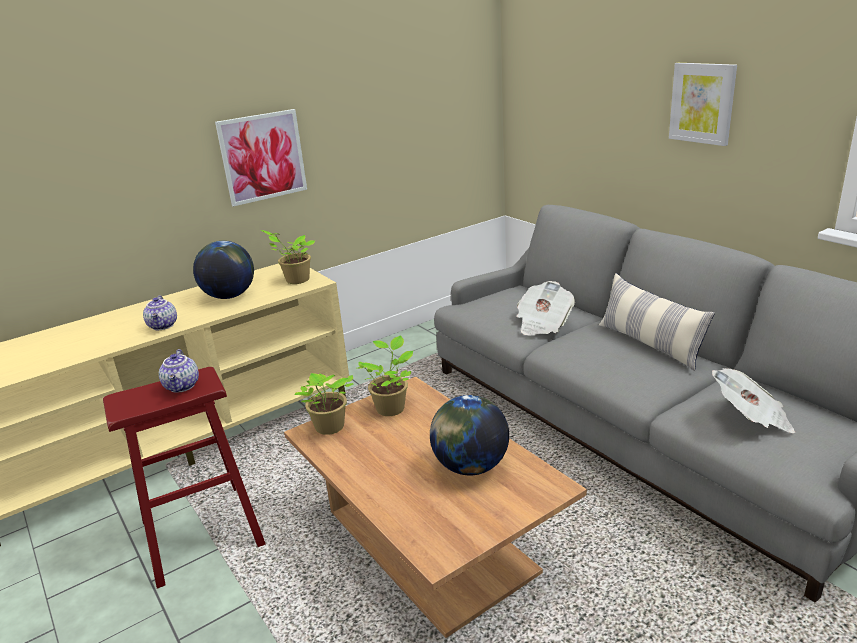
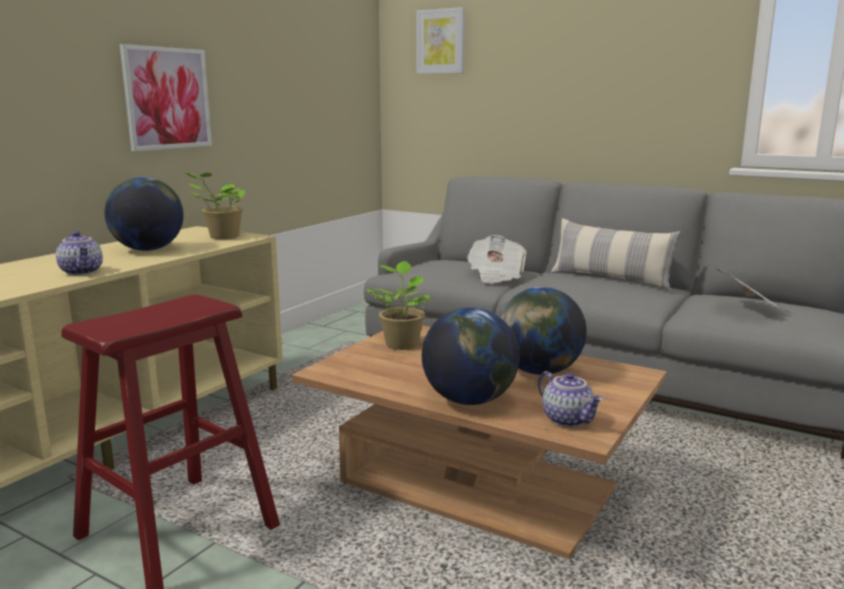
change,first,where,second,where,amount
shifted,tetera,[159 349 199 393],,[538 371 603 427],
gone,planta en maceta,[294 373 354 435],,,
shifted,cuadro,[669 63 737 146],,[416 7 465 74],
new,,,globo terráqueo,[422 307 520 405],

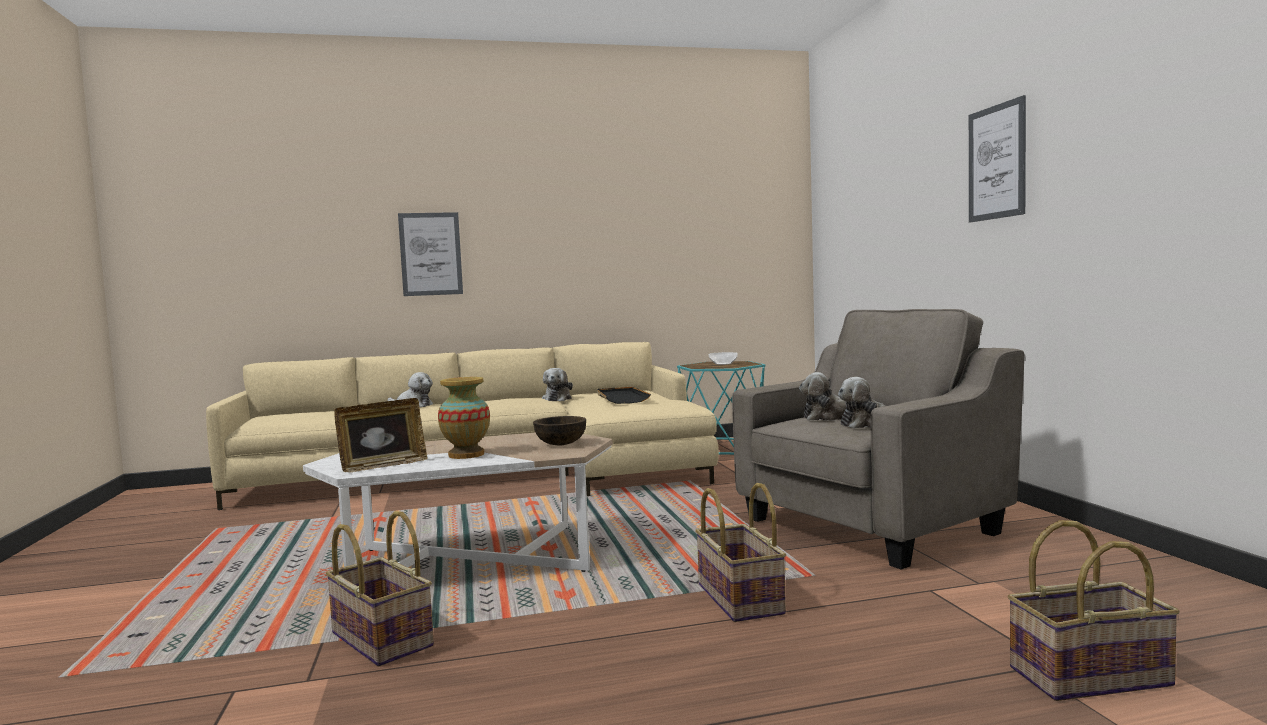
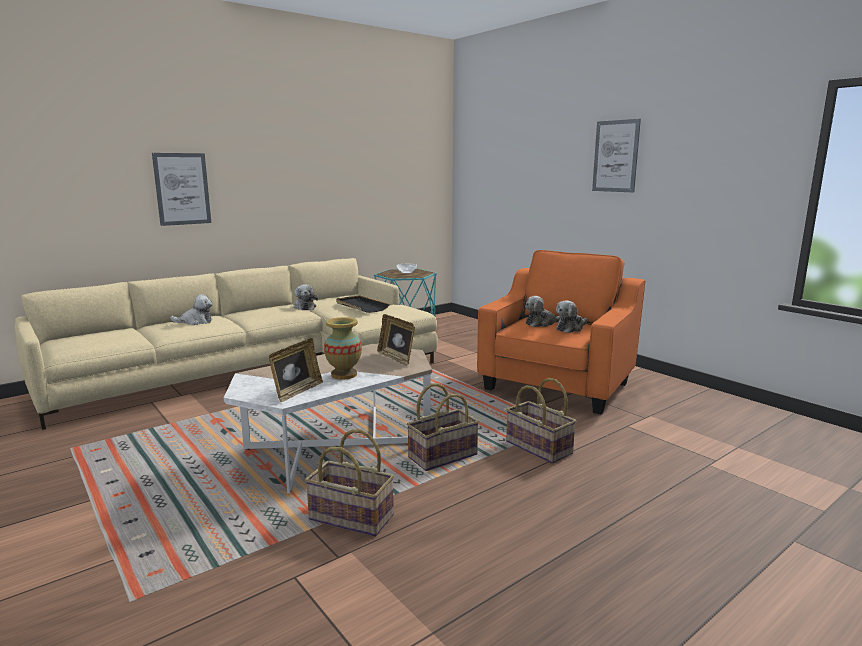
change,first,where,second,where,amount
swapped,cuenco (marrón),[533 416 586 446],portarretratos,[377 314 415 366],
repainted,sillón (gris),[732 309 1025 570],sillón (naranja),[477 250 645 414],
shifted,cesta,[1008 520 1180 701],,[407 383 479 471],

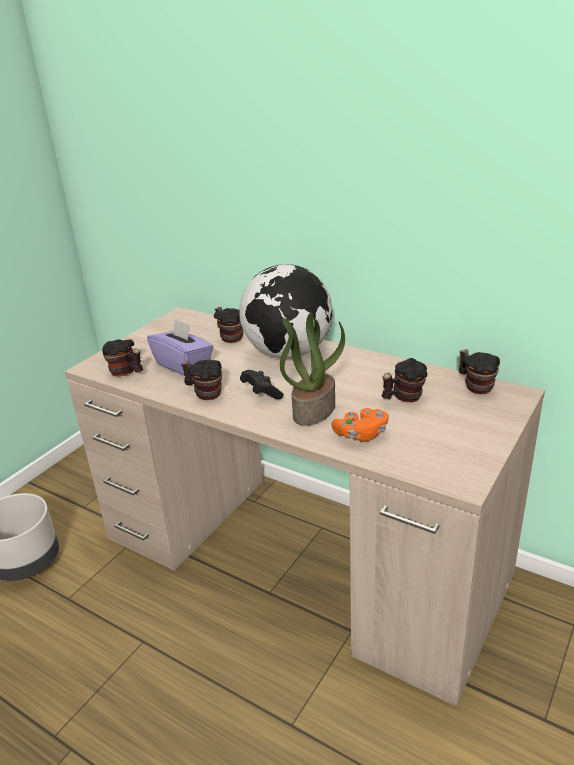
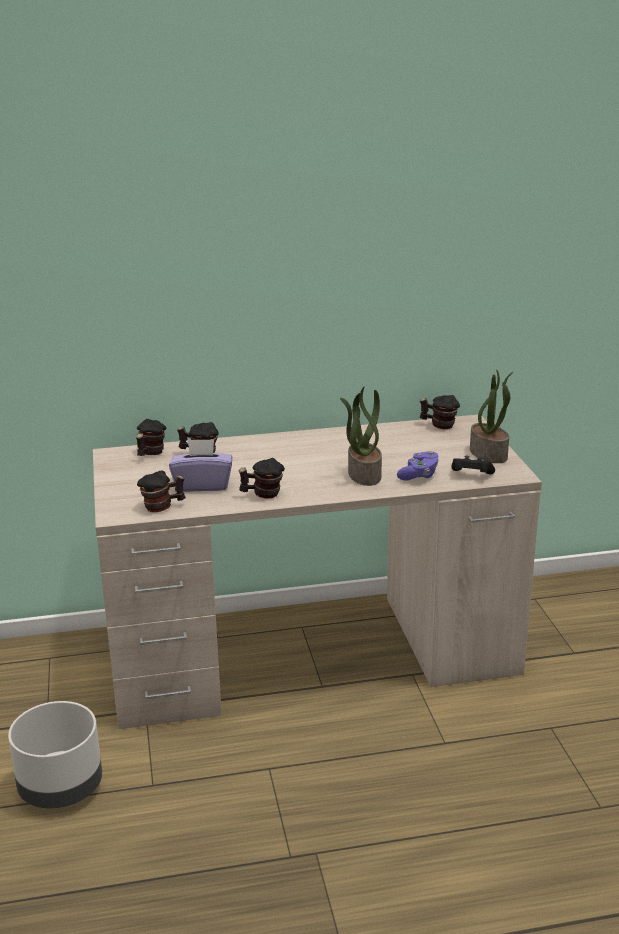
change,first,where,second,where,amount
gone,globo terráqueo,[239 264 333 359],,,
shifted,mando de consola (negro),[240 370 284 399],,[451 456 495 474],
repainted,mando de consola (naranja),[331 408 389 442],mando de consola (morado),[397 451 439 481],
shifted,taza grande,[382 358 427 402],,[136 419 166 456],
new,,,planta en maceta,[470 370 514 463],

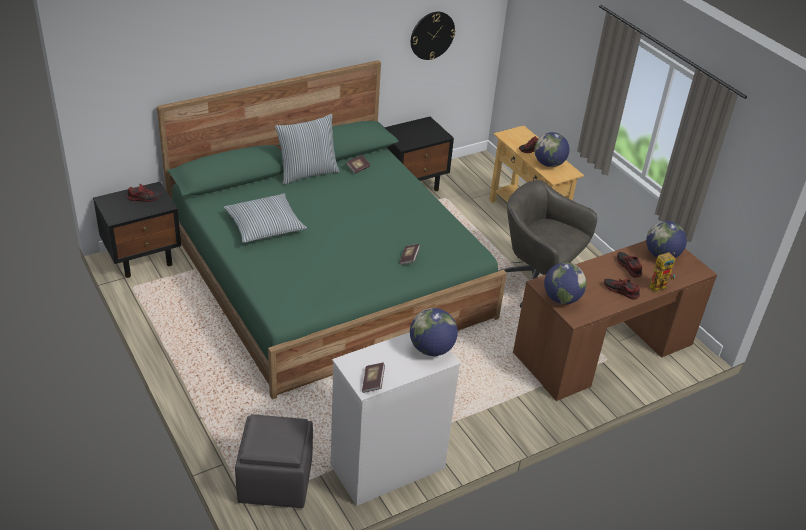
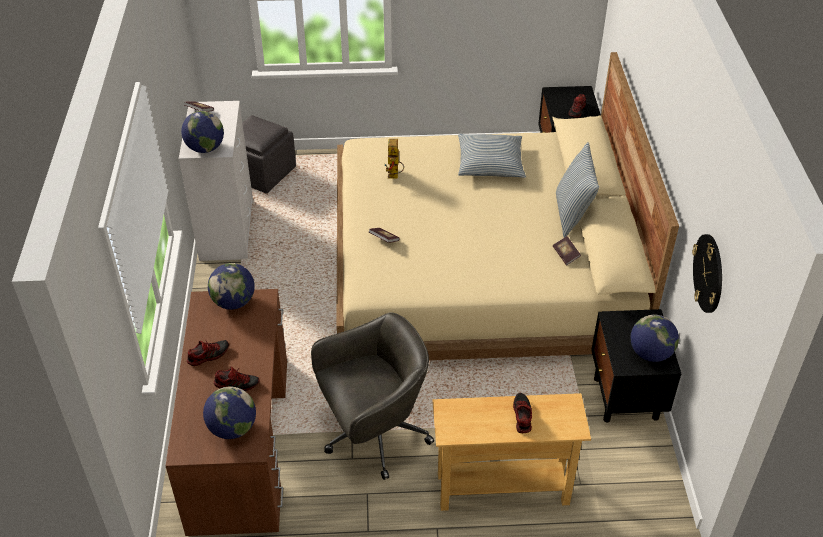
change,first,where,second,where,amount
repainted,cama (verde),[157 60 507 400],cama (beis),[336 52 679 360],
shifted,globo terráqueo,[535 132 569 167],,[630 315 679 362],
shifted,robot de juguete,[649 252 676 293],,[384 139 404 179],

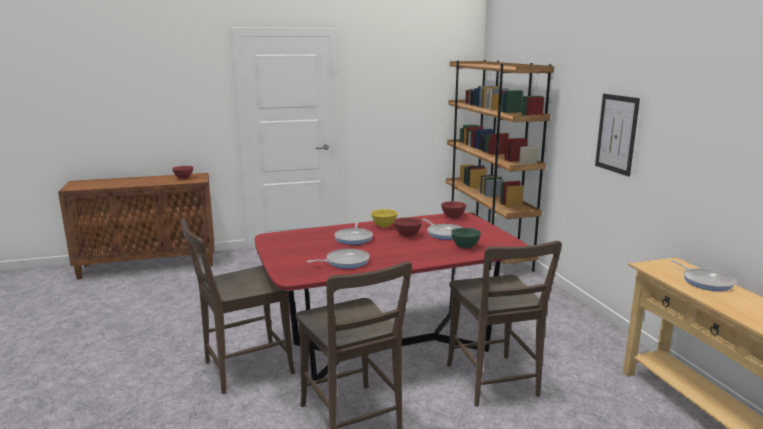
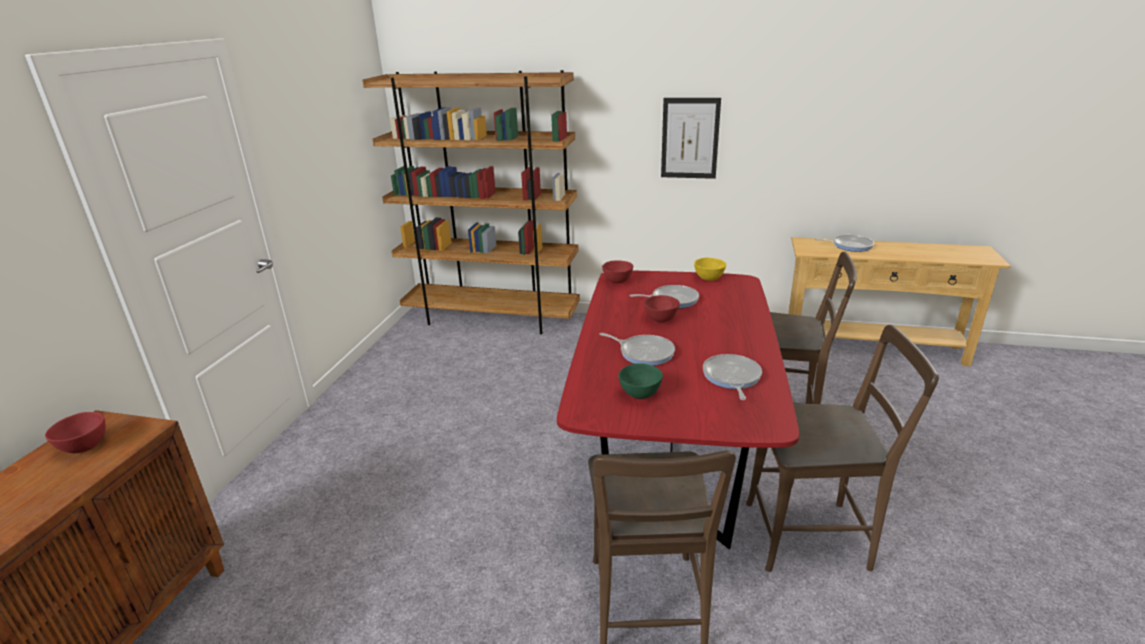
change,first,where,second,where,amount
shifted,cuenco (amarillo),[371 209 397 228],,[694 258 726 281],
shifted,cuenco (verde),[451 228 481 248],,[618 363 663 399],

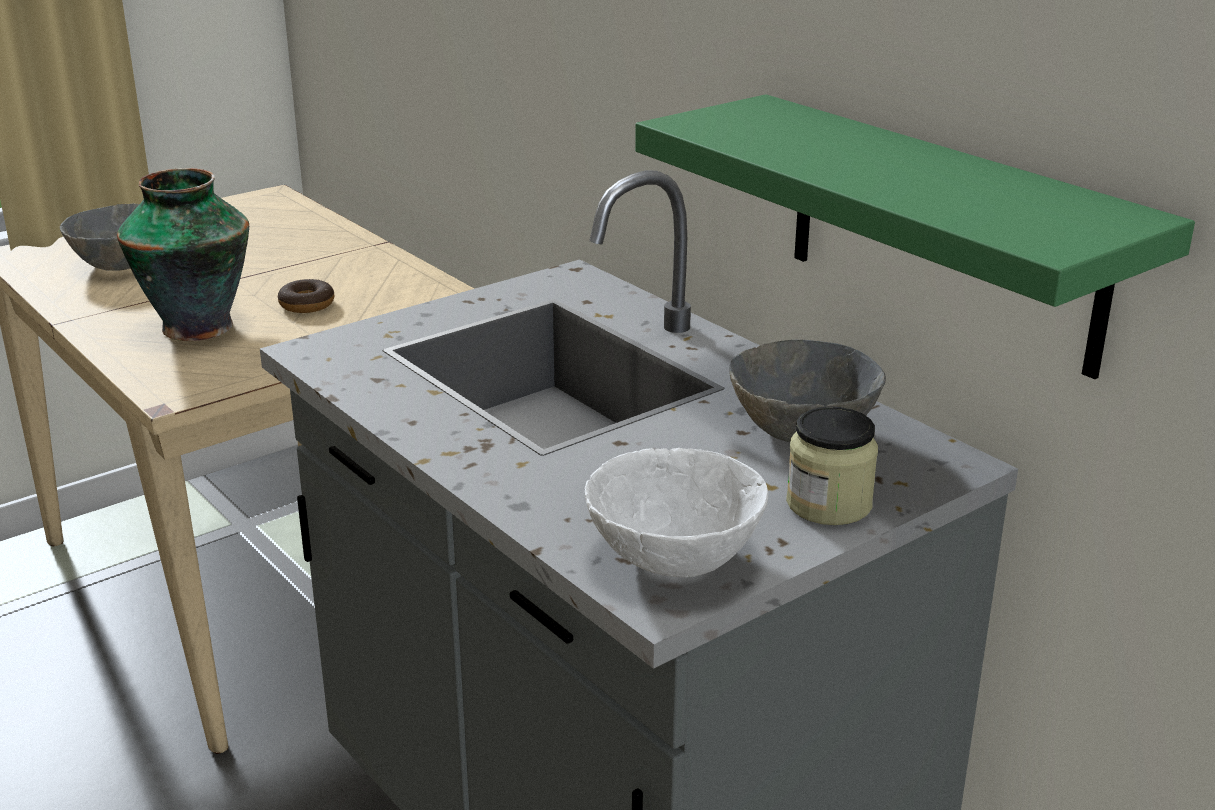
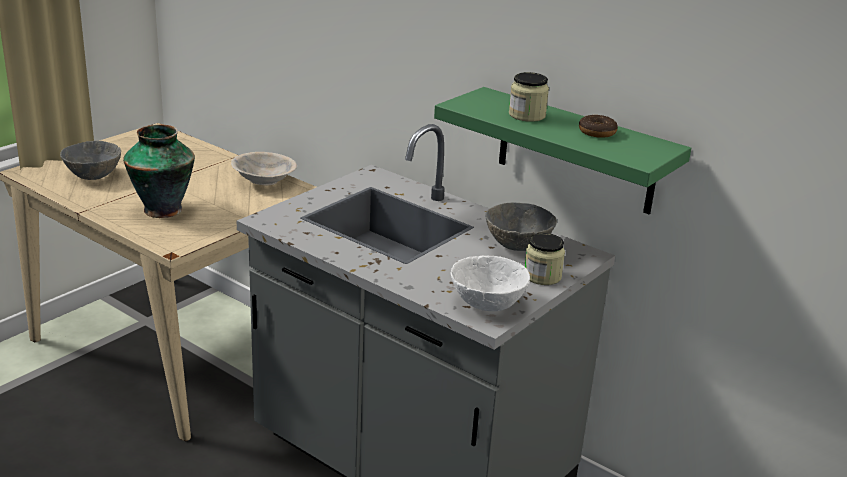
change,first,where,second,where,amount
shifted,rosquilla,[278 279 334 313],,[579 115 618 138],
new,,,cuenco (beis),[231 152 297 185],
new,,,tarro,[509 72 549 122],

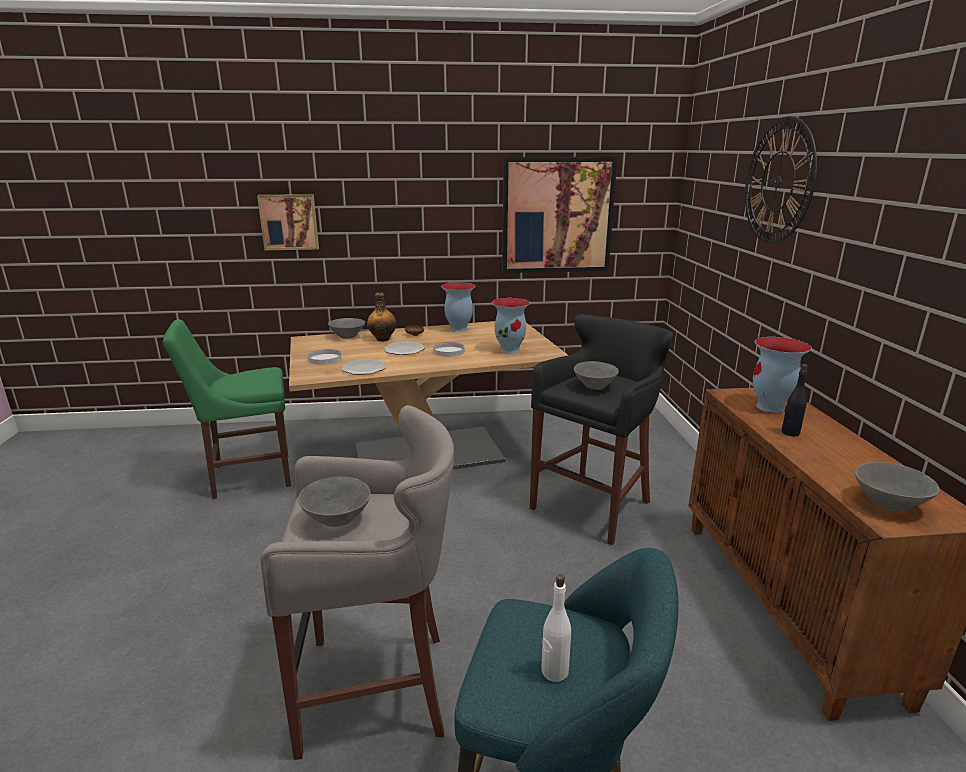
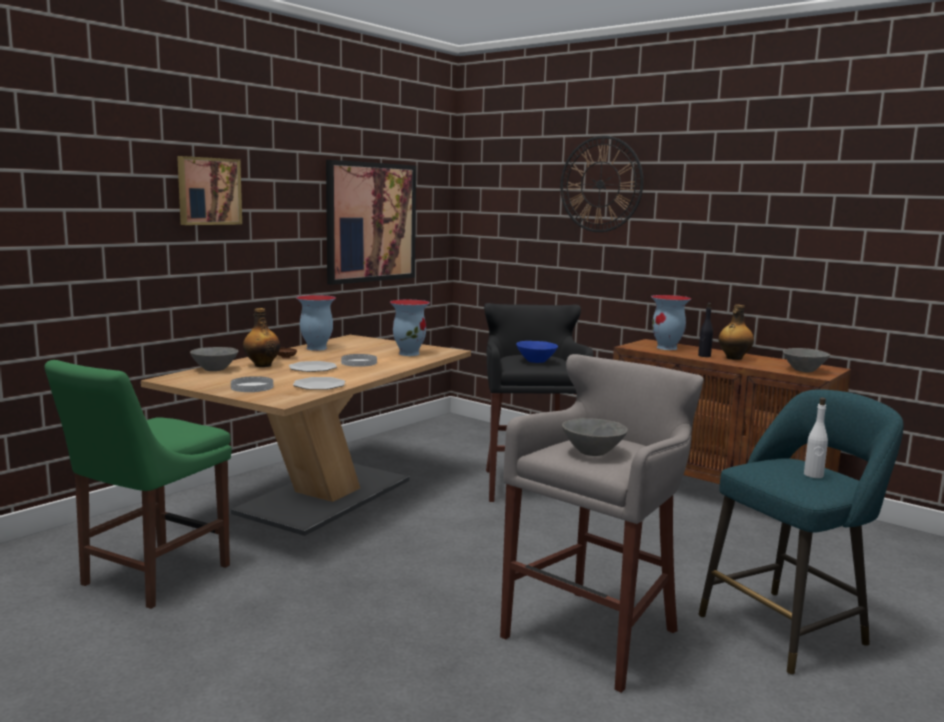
change,first,where,second,where,amount
shifted,cuadro,[257 194 319 250],,[177 156 242 225],
repainted,cuenco (gris),[574 361 619 390],cuenco (azul),[516 341 558 363],
new,,,botella,[719 304 754 360],

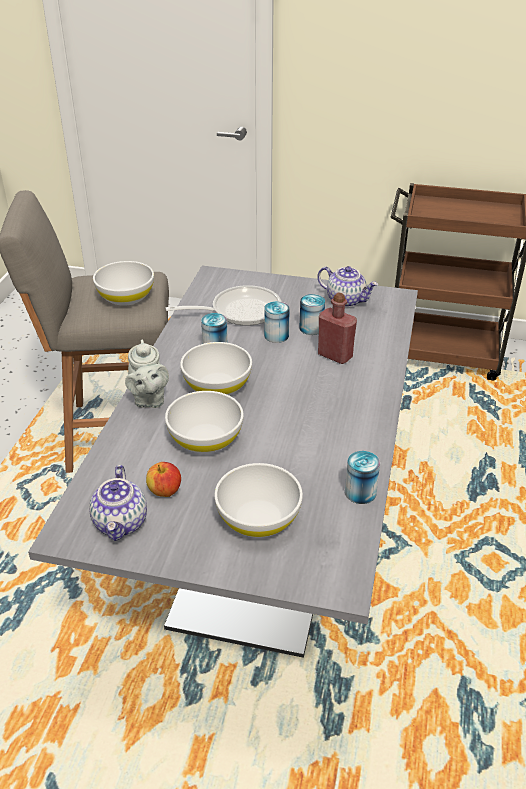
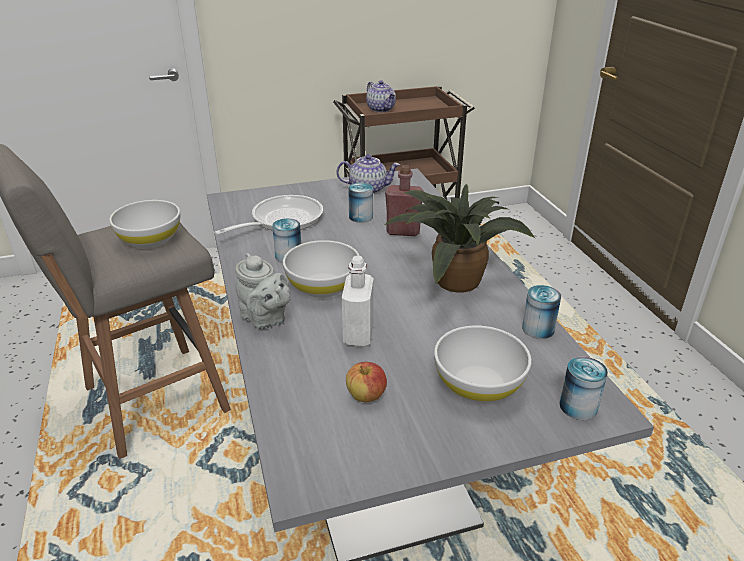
change,first,where,second,where,amount
shifted,tetera,[89 465 147 541],,[366 80 396 112],
swapped,cuenco (blanco),[165 391 244 453],botella (blanco),[342 256 374 346],
shifted,lata,[264 301 290 343],,[560 357 608 420],
new,,,planta en maceta,[385 184 535 292],

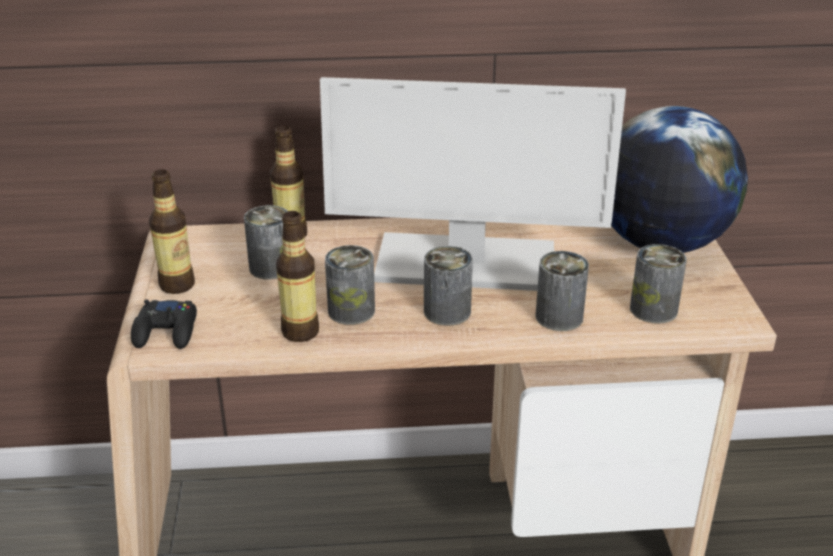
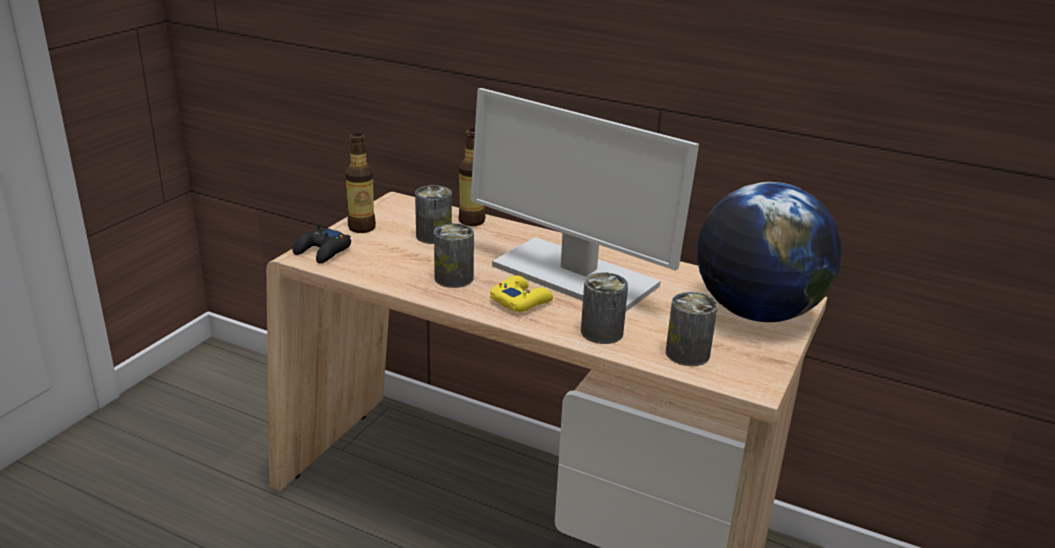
change,first,where,second,where,amount
gone,botella,[276 211 319 342],,,
swapped,lata,[424 246 473 326],mando de consola (amarillo),[490 275 553 312],

